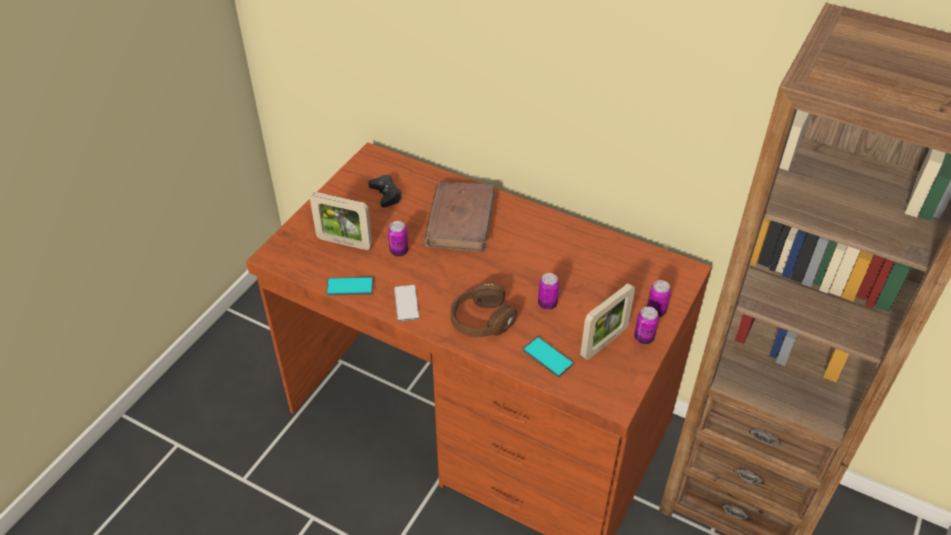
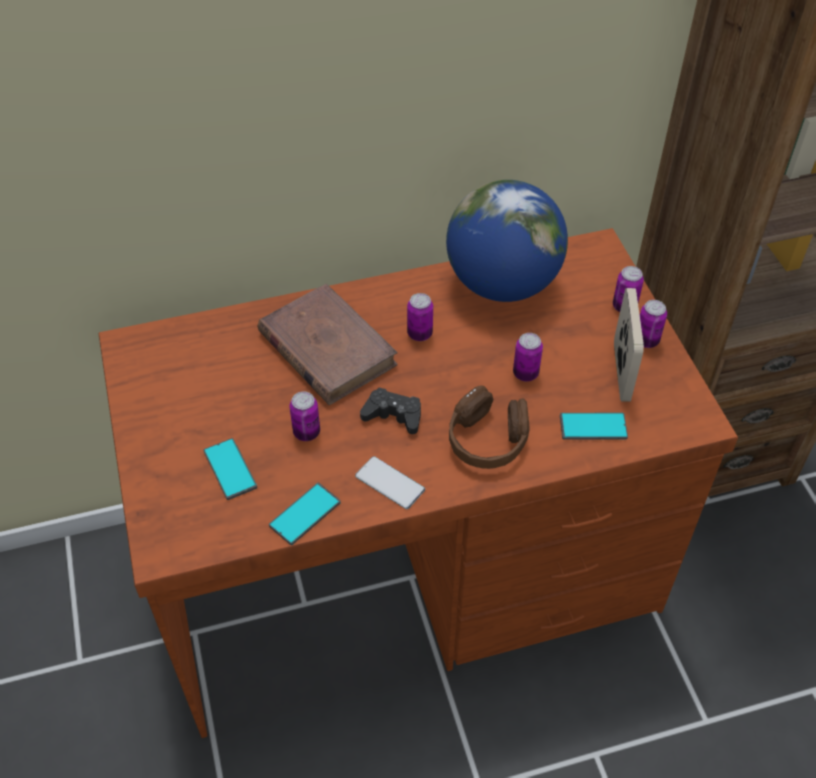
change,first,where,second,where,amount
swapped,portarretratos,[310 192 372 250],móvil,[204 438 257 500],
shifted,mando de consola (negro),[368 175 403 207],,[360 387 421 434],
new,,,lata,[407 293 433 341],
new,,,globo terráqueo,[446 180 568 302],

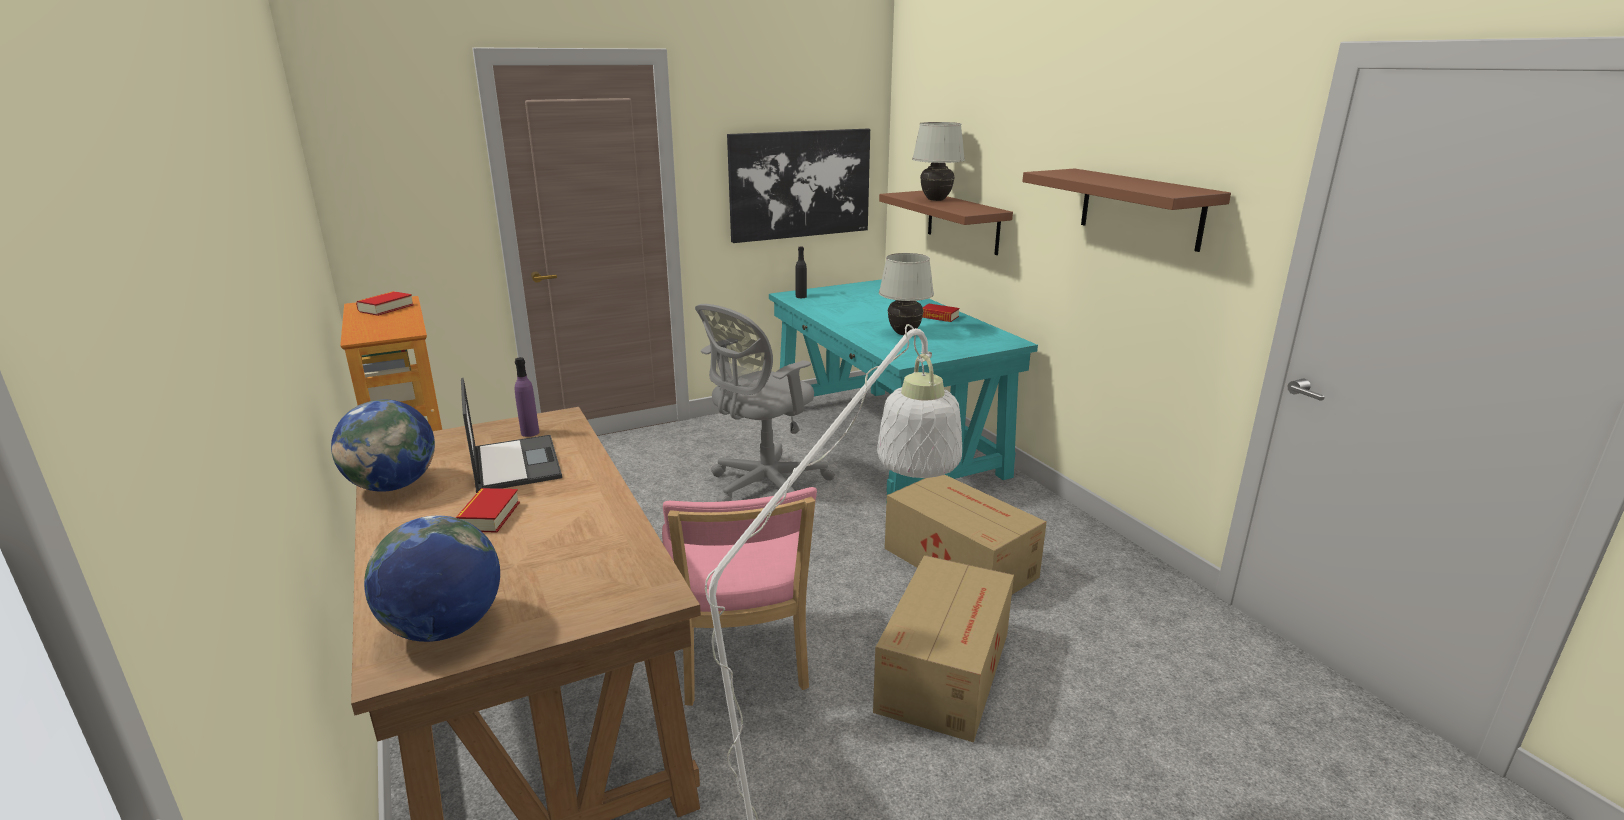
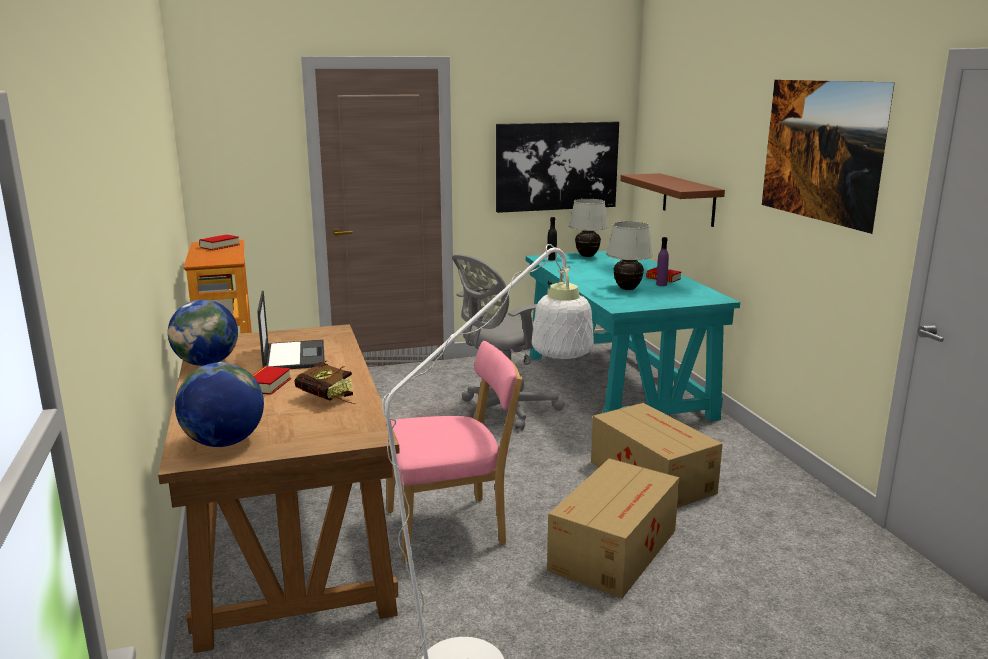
change,first,where,second,where,amount
shifted,botella (morado),[515 357 539 437],,[656 237 669 286],
rotated,silla (rosa),[662 487 817 706],,[387 341 523 563],105 degrees counterclockwise
shifted,lámpara de mesa (blanco),[912 122 965 201],,[569 199 608 257],
swapped,estante (marrón),[1022 169 1231 252],cuadro,[762 80 895 234],
new,,,libro,[295 361 357 405],

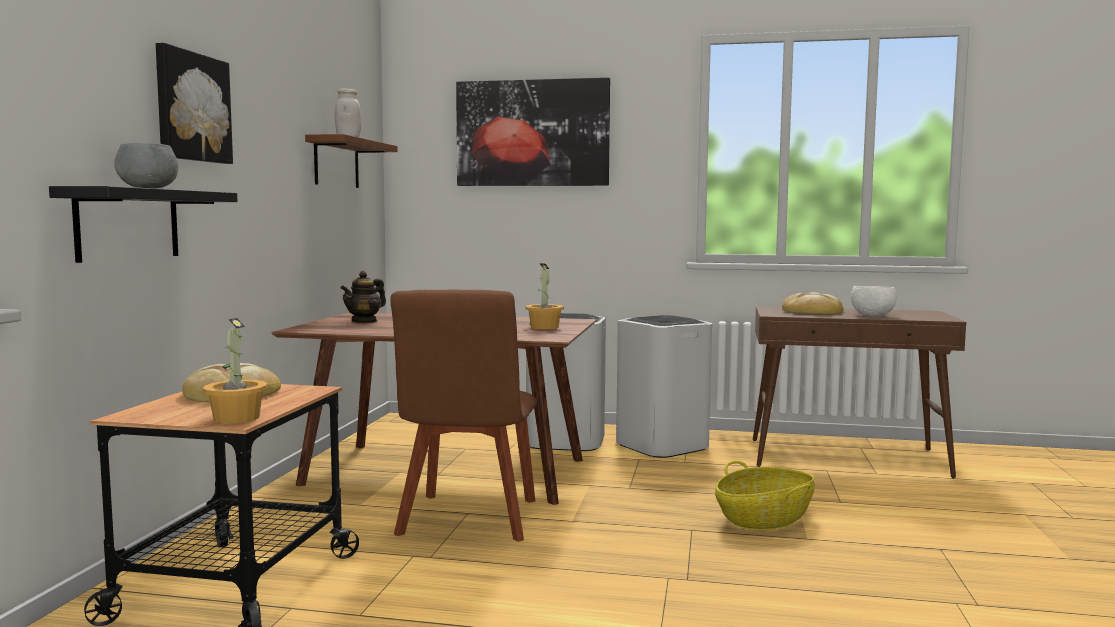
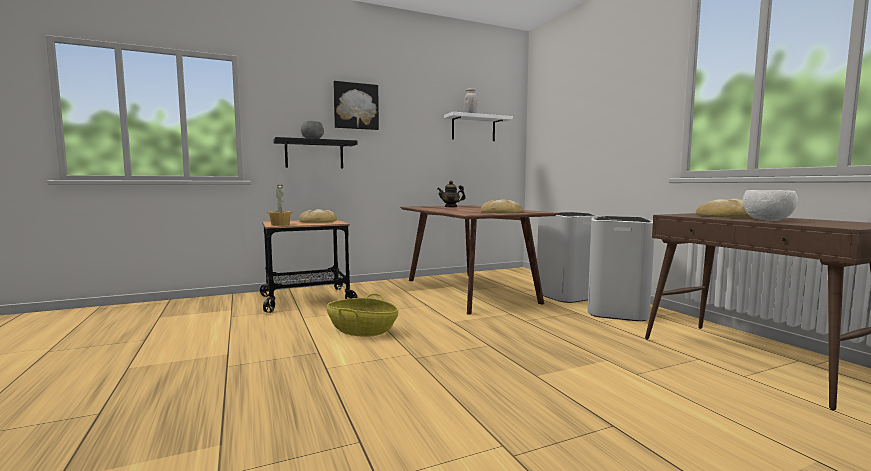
change,first,where,second,where,amount
repainted,estante (marrón),[305 134 397 188],estante (blanco),[444 112 513 141],
gone,silla (marrón),[390 290 538 542],,,
gone,cuadro,[456 78 610 186],,,
swapped,planta en maceta,[525 263 564 329],pan,[481 199 522 213],
shifted,cesta,[715 461 815 530],,[327 293 398 337],

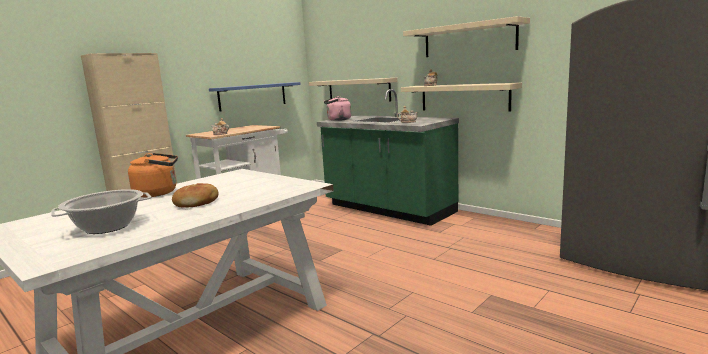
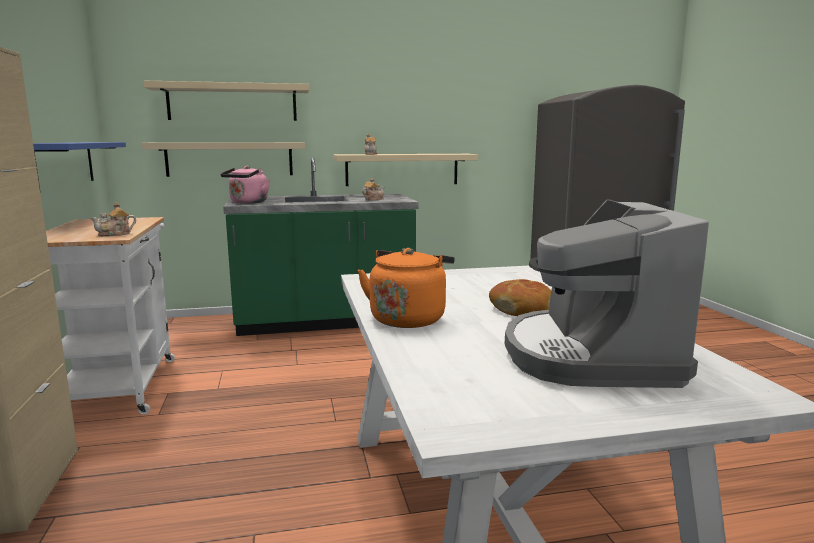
change,first,where,second,where,amount
swapped,olla,[51 189 151 234],cafetera,[505 200 709 388],
shifted,estante (beis),[403 16 530 57],,[143 81 310 121],

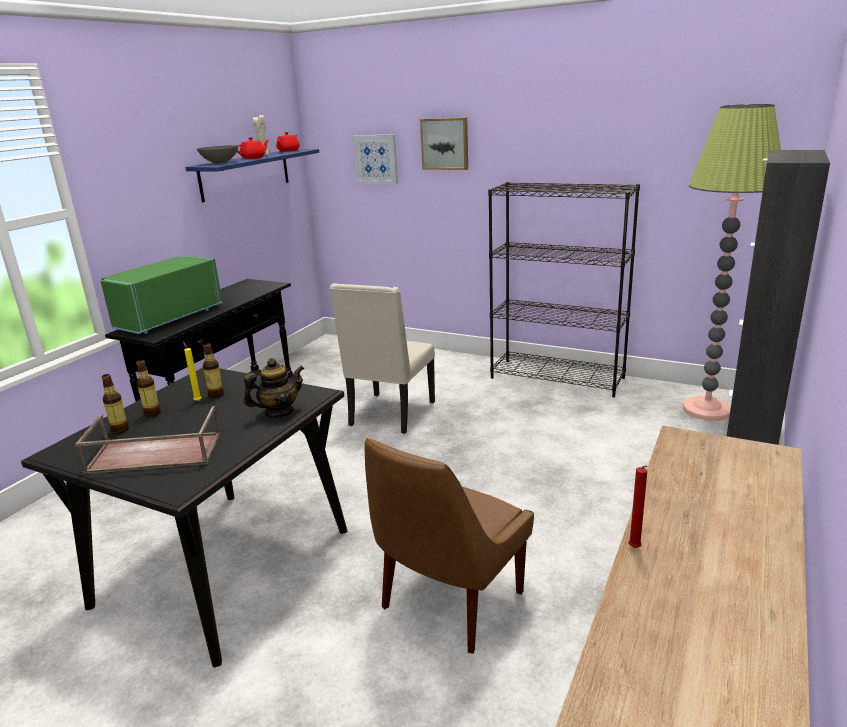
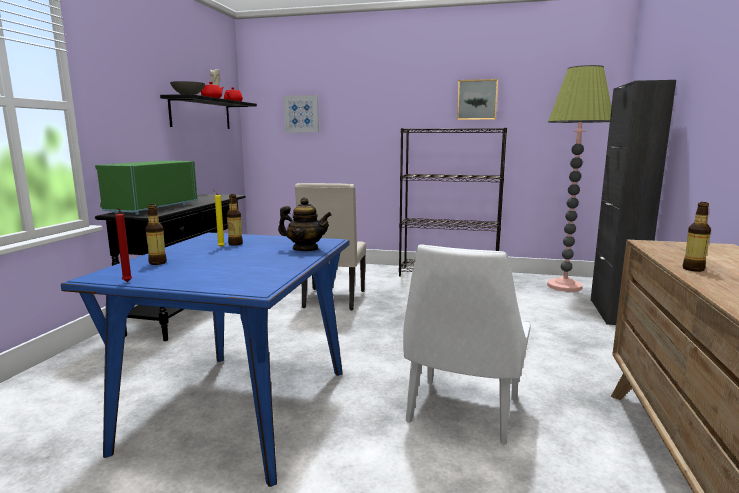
change,first,where,second,where,amount
repainted,mesa de comedor (negro),[21 368 348 667],mesa de comedor (azul),[61 233 349 487],
gone,bandeja (marrón),[75 406 221 474],,,
shifted,botella,[136 359 161 417],,[683 202 711 272],
repainted,estante (azul),[185 149 319 202],estante (negro),[160 94 257 129],
rotated,tetera,[244 358 305 418],,[278 197 332 251],60 degrees clockwise
repainted,silla (marrón),[364 438 534 654],silla (blanco),[403 244 531 444],
shifted,cuadro,[420 118 468 170],,[457 79 498 120],
shifted,vela (rojo),[628 465 648 548],,[115 208 132 282],

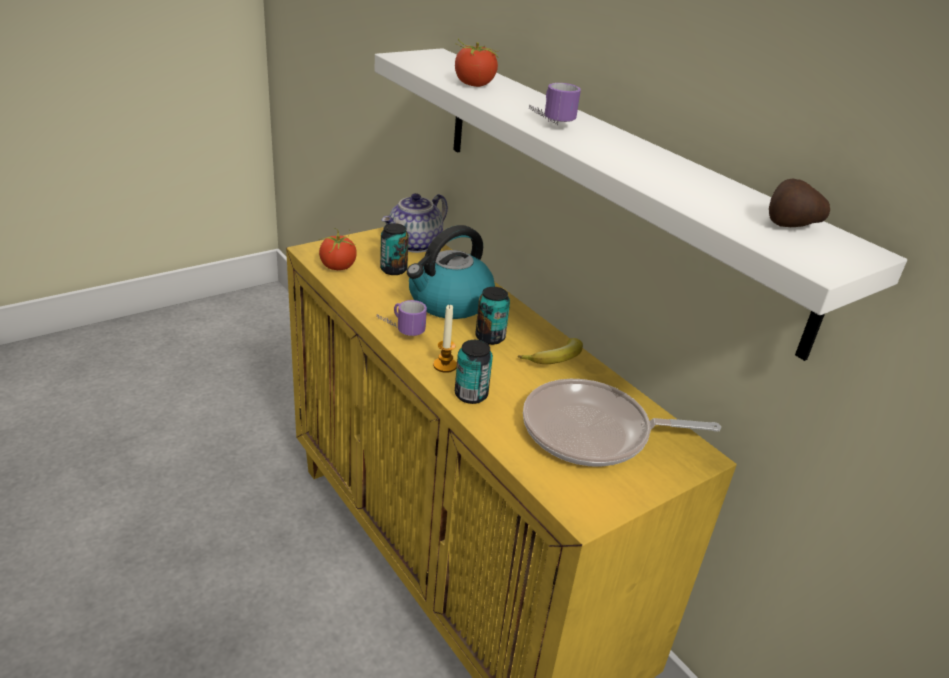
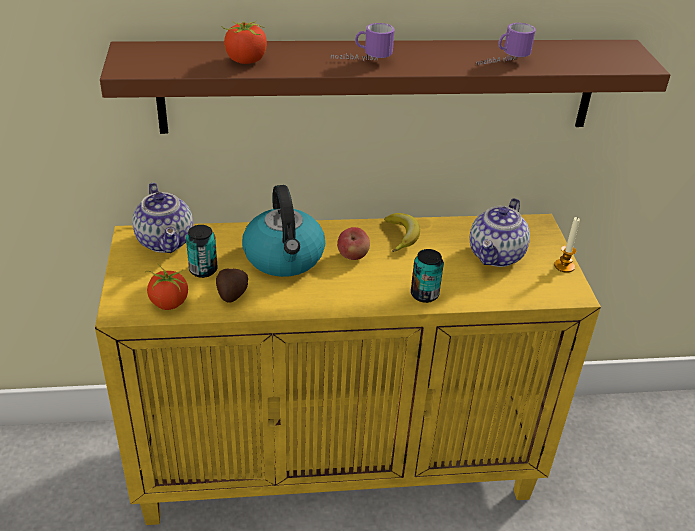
change,first,where,second,where,amount
repainted,estante (blanco),[375 48 907 361],estante (marrón),[100 40 670 134],
shifted,taza grande,[377 300 427 336],,[476 23 536 65],
shifted,vela,[433 305 457 373],,[554 217 580 273],
swapped,lata,[475 287 510 345],manzana,[337 227 370 260],
swapped,sartén,[523 379 721 467],tetera,[470 198 530 267],
shifted,patata,[769 178 830 227],,[216 268 248 302],

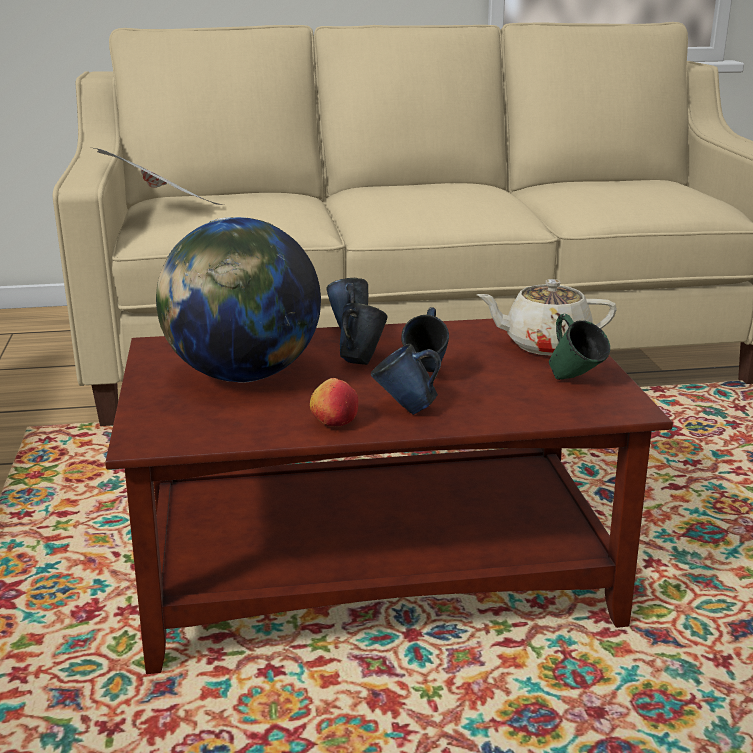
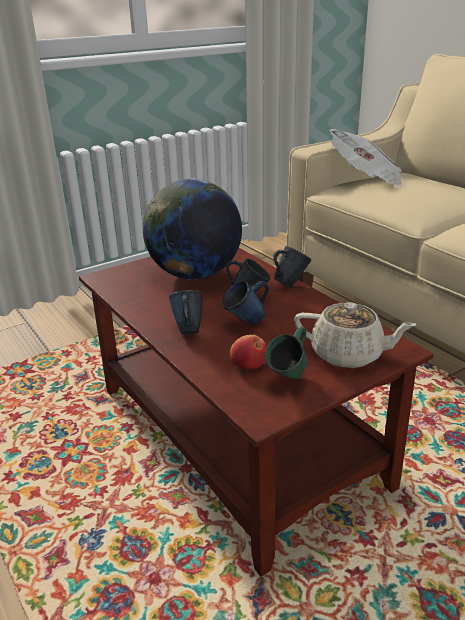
change,first,where,second,where,amount
shifted,manzana,[310 378 358 426],,[230 335 267 369],
rotated,tetera (beis),[477 279 617 356],,[294 302 417 368],135 degrees clockwise

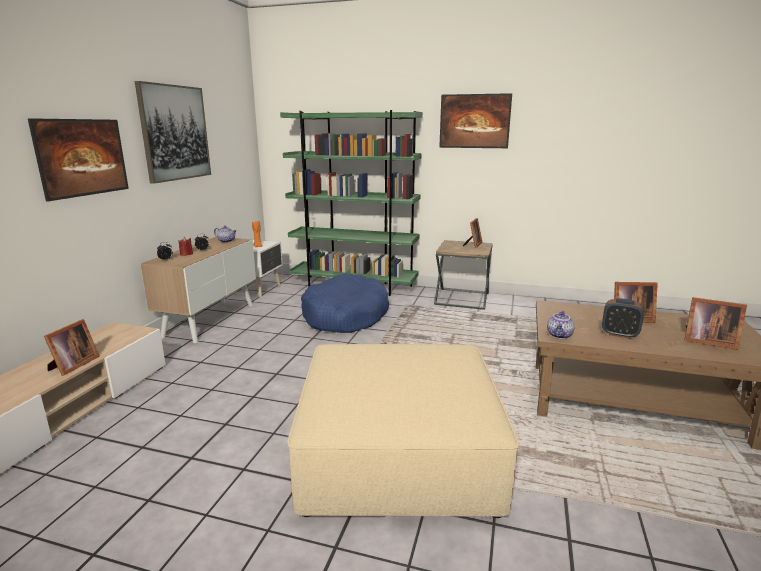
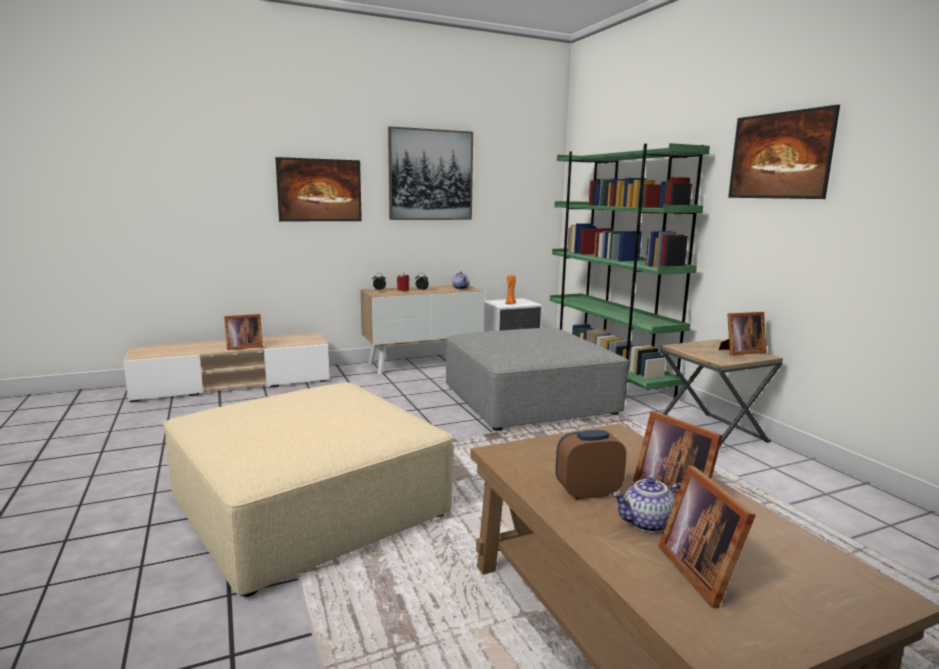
change,first,where,second,where,amount
swapped,cama para perro (azul),[301 274 389 333],puf (gris),[446 328 629 431],
shifted,tetera,[547 311 575 339],,[612 477 681 533],
rotated,despertador,[602 298 644 339],,[556 430 626 500],90 degrees clockwise

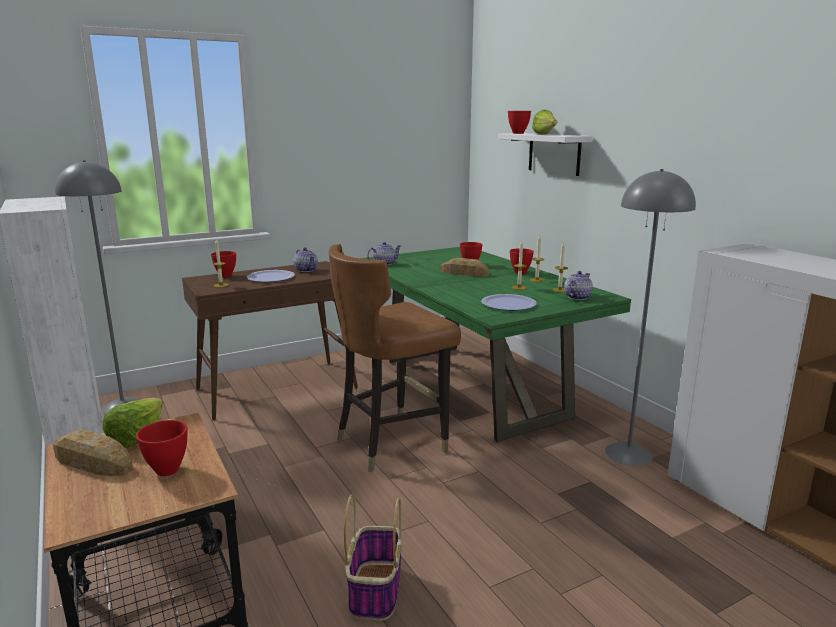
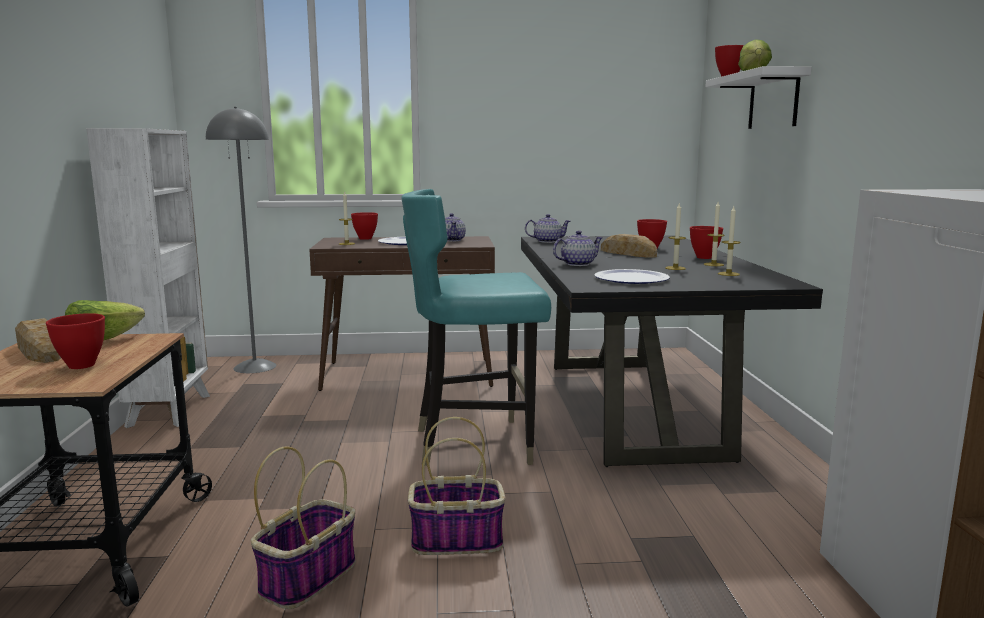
change,first,where,second,where,amount
repainted,silla (marrón),[329 244 461 473],silla (turquesa),[401 189 551 466],
repainted,mesa de comedor (verde),[360 247 631 442],mesa de comedor (negro),[521 235 823 467],
shifted,tetera,[564 271 593 300],,[553 230 602 266],
gone,lámpara de pie (gris),[605 169 696 466],,,
new,,,cesta,[408 417 505 555],

